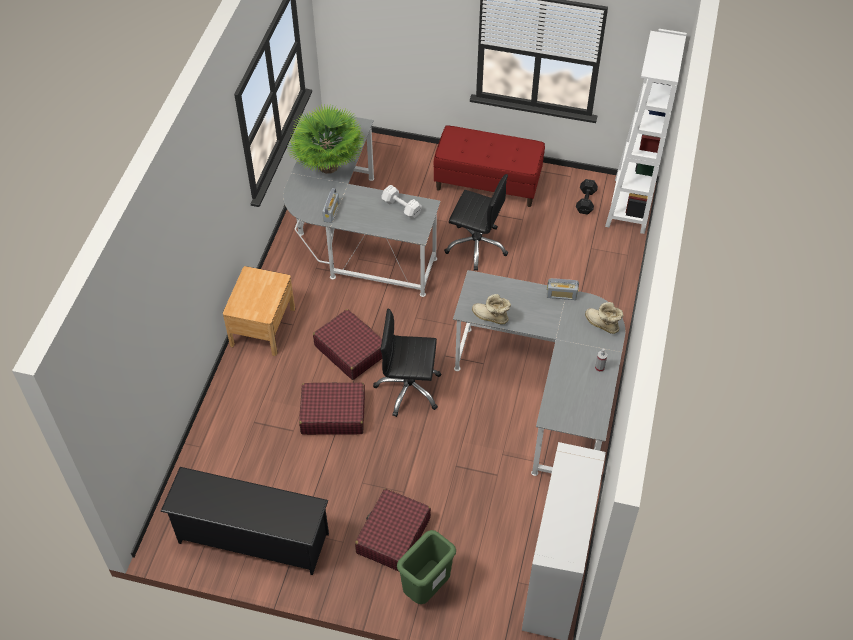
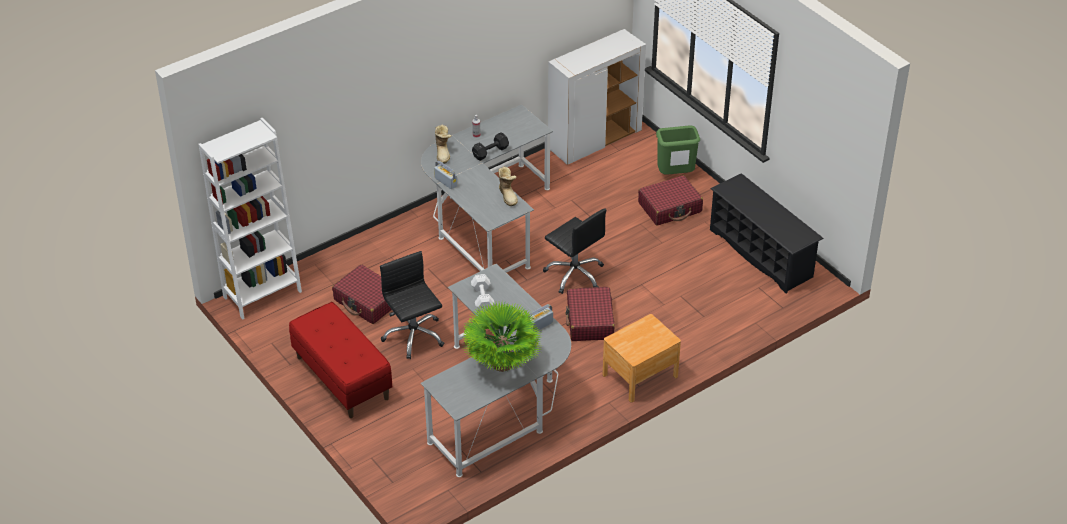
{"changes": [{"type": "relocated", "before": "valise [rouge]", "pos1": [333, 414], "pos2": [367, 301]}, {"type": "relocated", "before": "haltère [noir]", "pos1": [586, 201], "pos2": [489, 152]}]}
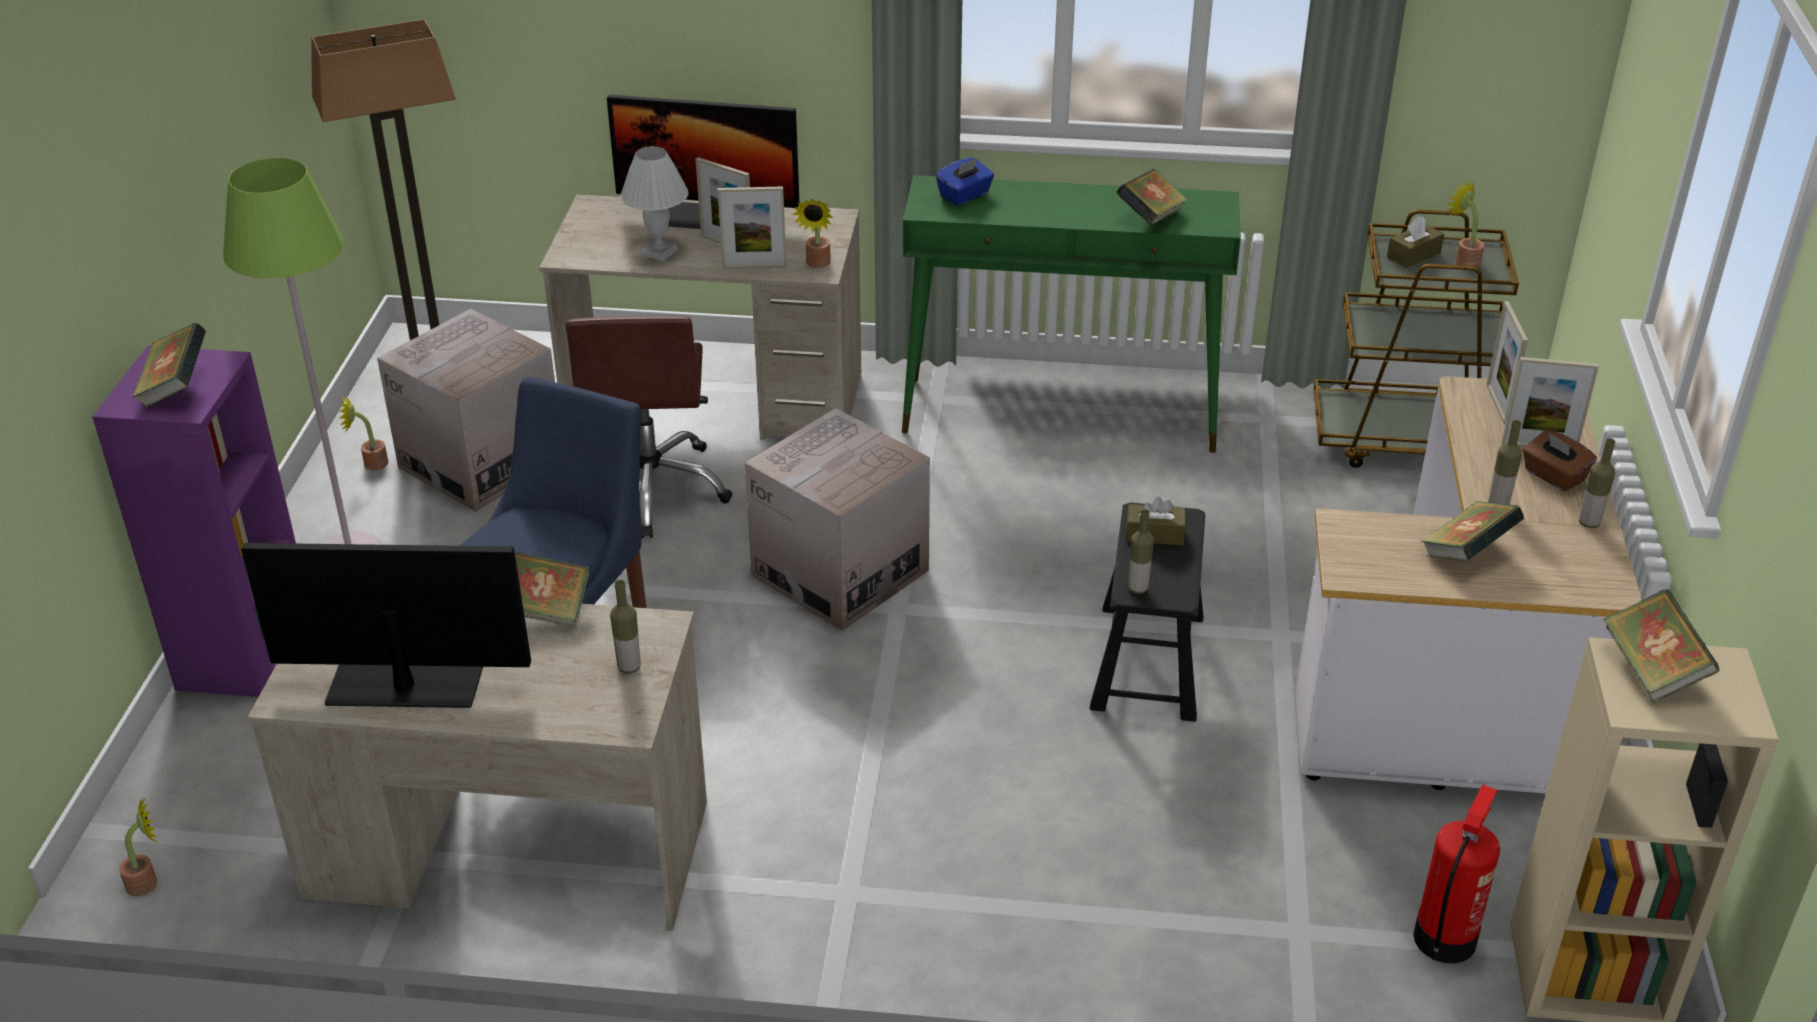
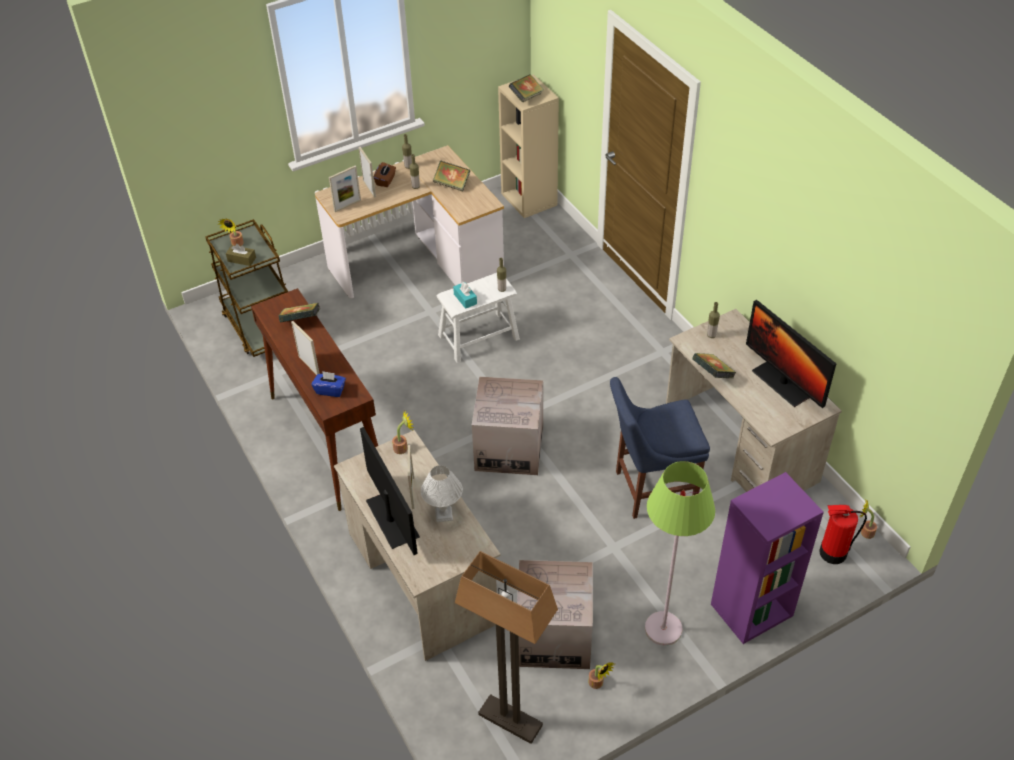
{"changes": [{"type": "missing", "before": "livre", "pos1": [176, 388]}, {"type": "missing", "before": "chaise de bureau [marron]", "pos1": [652, 488]}, {"type": "relocated", "before": "cadre photo", "pos1": [754, 267], "pos2": [309, 366]}, {"type": "colour", "before": "table console [vert]", "after": "table console [marron]", "pos1": [1061, 415], "pos2": [327, 440]}, {"type": "colour", "before": "tabouret [noir]", "after": "tabouret [blanc]", "pos1": [1147, 662], "pos2": [478, 337]}, {"type": "colour", "before": "boîte à mouchoirs [marron]", "after": "boîte à mouchoirs [turquoise]", "pos1": [1154, 534], "pos2": [465, 299]}, {"type": "relocated", "before": "extincteur", "pos1": [1445, 938], "pos2": [832, 553]}]}
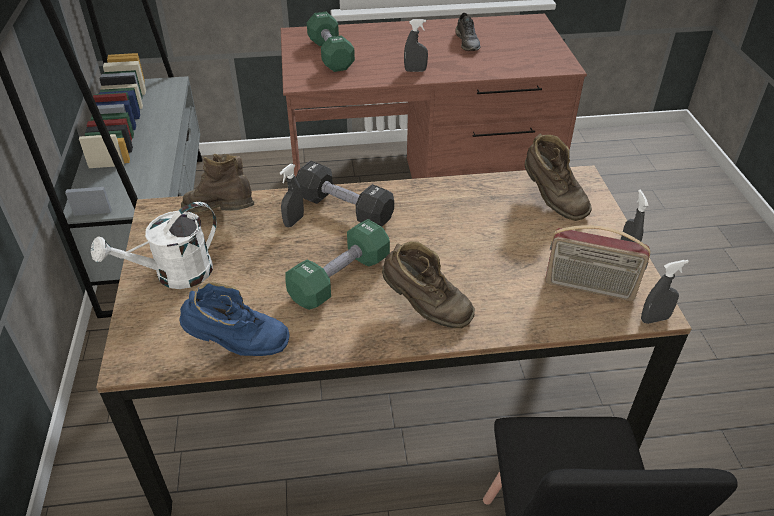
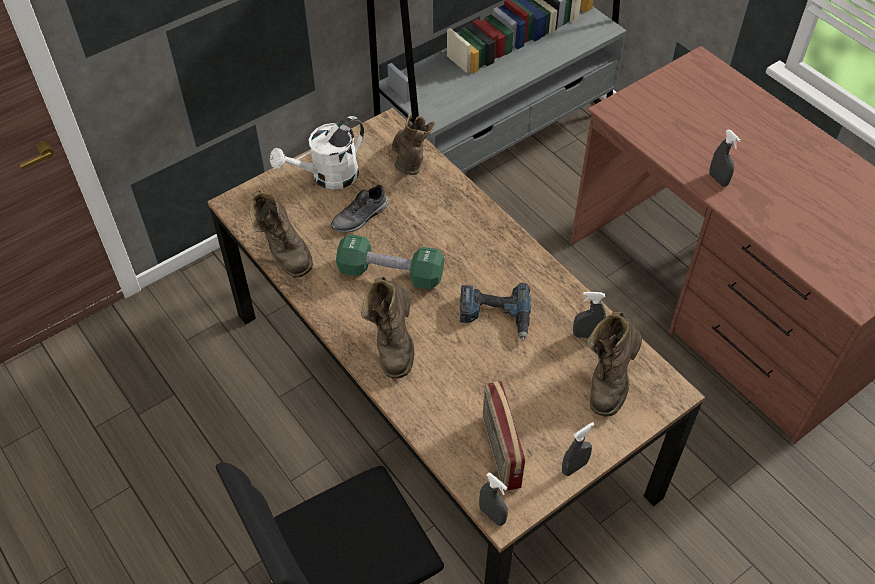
{"changes": [{"type": "spun", "before": "arrosoir [blanc]", "pos1": [174, 275], "pos2": [327, 177], "turn": -60}, {"type": "colour", "before": "botte [bleu]", "after": "botte [marron]", "pos1": [238, 346], "pos2": [284, 251]}, {"type": "relocated", "before": "vaporisateur [gris]", "pos1": [294, 221], "pos2": [586, 335]}, {"type": "missing", "before": "haltère [noir]", "pos1": [344, 209]}, {"type": "missing", "before": "haltère [vert]", "pos1": [330, 55]}, {"type": "relocated", "before": "chaussure [gris]", "pos1": [468, 42], "pos2": [361, 217]}, {"type": "appeared", "after": "perceuse", "pos2": [495, 315]}]}
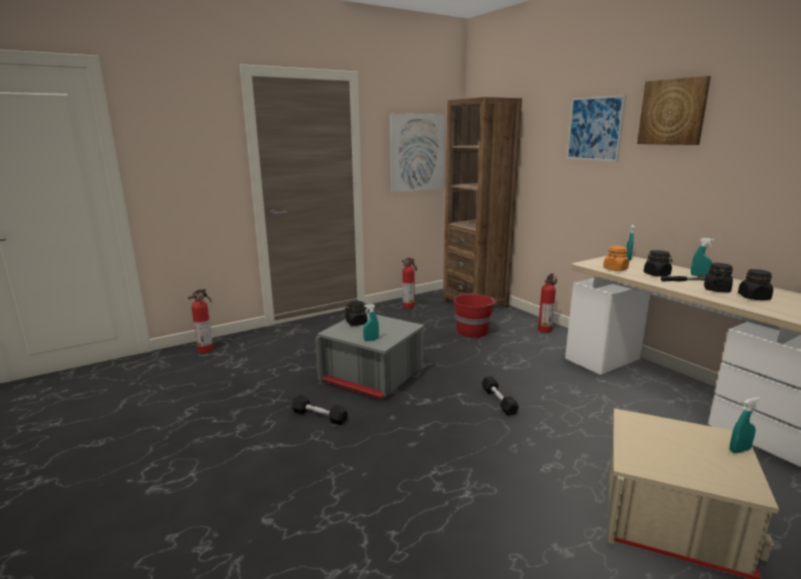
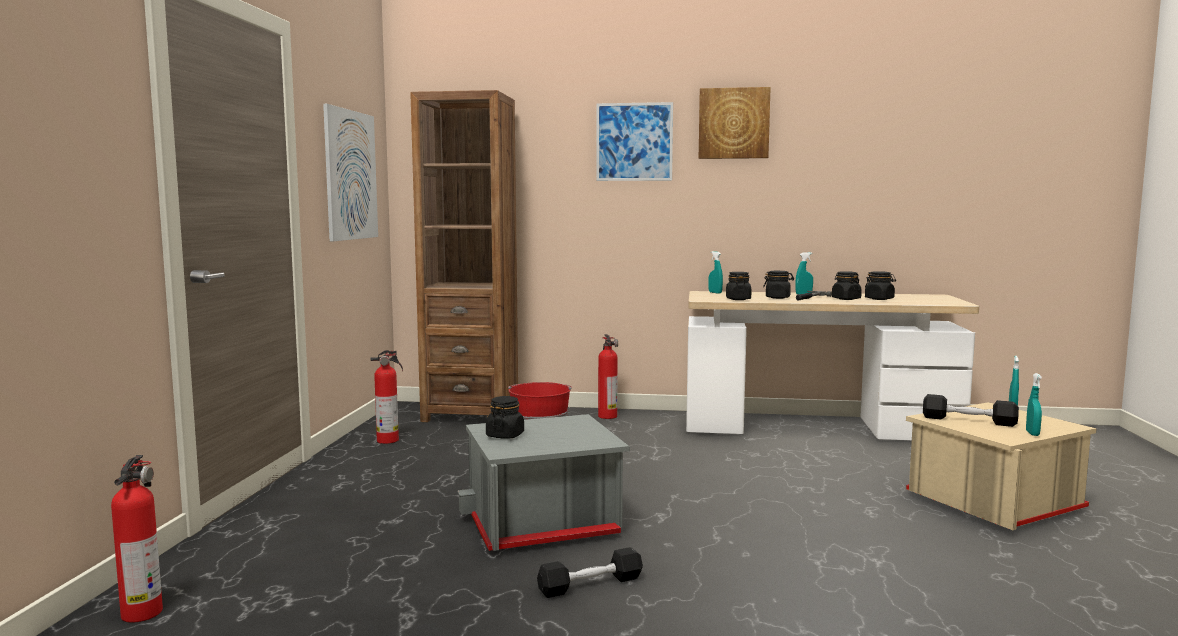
{"changes": [{"type": "relocated", "before": "vaporisateur [turquoise]", "pos1": [371, 340], "pos2": [1032, 433]}, {"type": "relocated", "before": "haltère [noir]", "pos1": [499, 401], "pos2": [968, 420]}, {"type": "colour", "before": "bocal [orange]", "after": "bocal [noir]", "pos1": [615, 269], "pos2": [738, 299]}]}
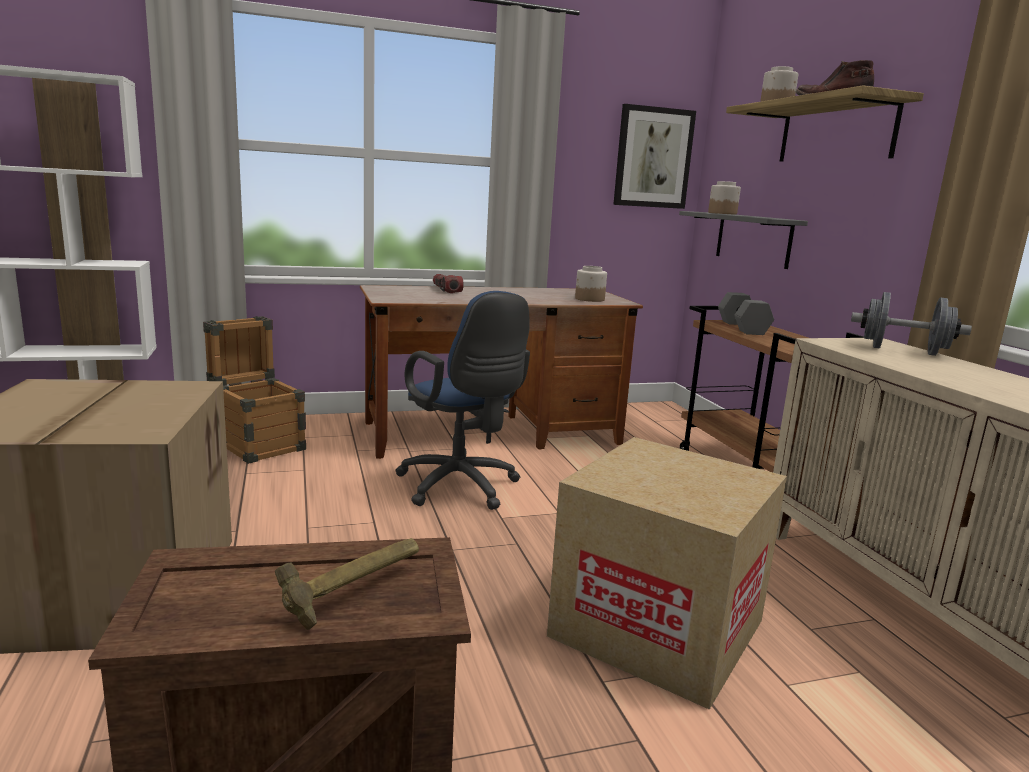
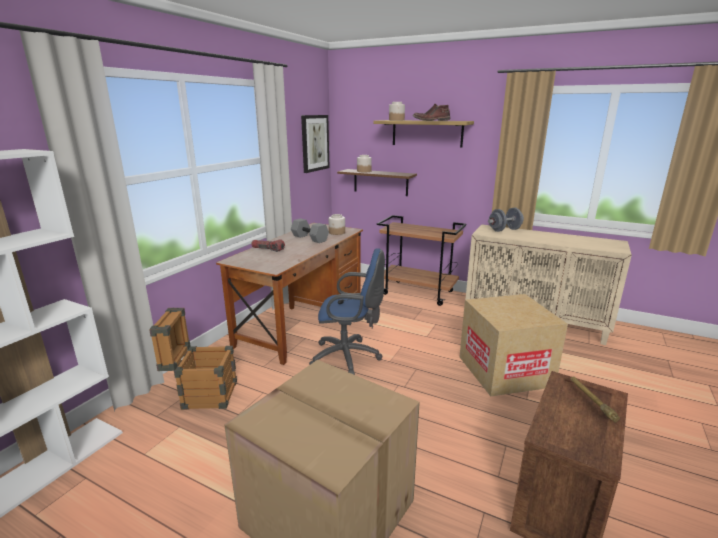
{"changes": [{"type": "colour", "before": "étagère [gris]", "after": "étagère [marron]", "pos1": [753, 239], "pos2": [380, 182]}, {"type": "relocated", "before": "haltère [gris]", "pos1": [741, 327], "pos2": [309, 238]}]}
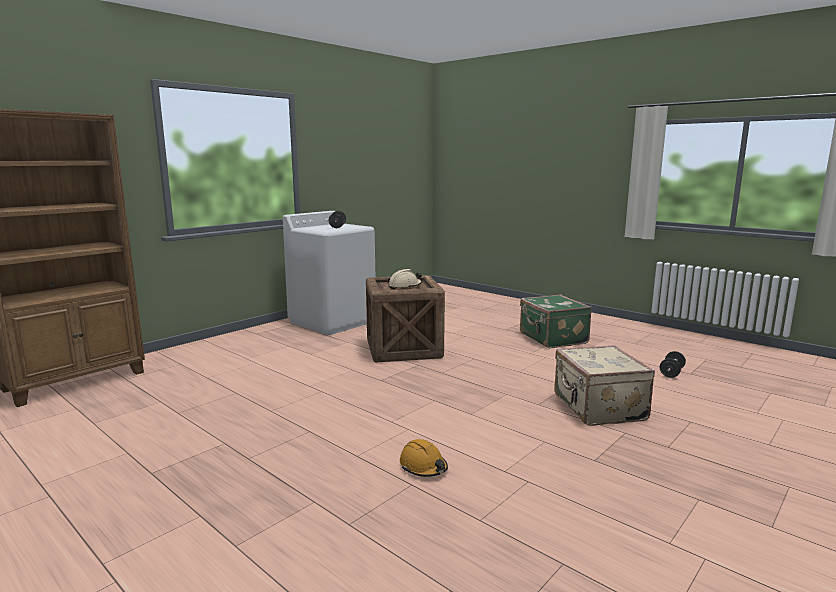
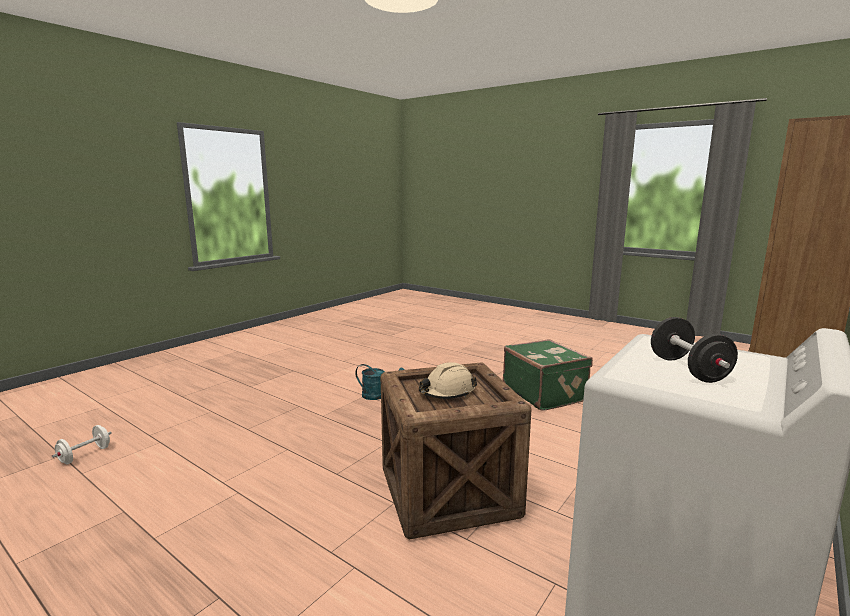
{"changes": [{"type": "missing", "before": "casque de chantier [orange]", "pos1": [423, 467]}, {"type": "relocated", "before": "valise [vert]", "pos1": [552, 338], "pos2": [544, 393]}, {"type": "missing", "before": "valise [beige]", "pos1": [597, 408]}, {"type": "colour", "before": "haltère [noir]", "after": "haltère [blanc]", "pos1": [671, 373], "pos2": [85, 455]}, {"type": "appeared", "after": "arrosoir [turquoise]", "pos2": [378, 395]}]}
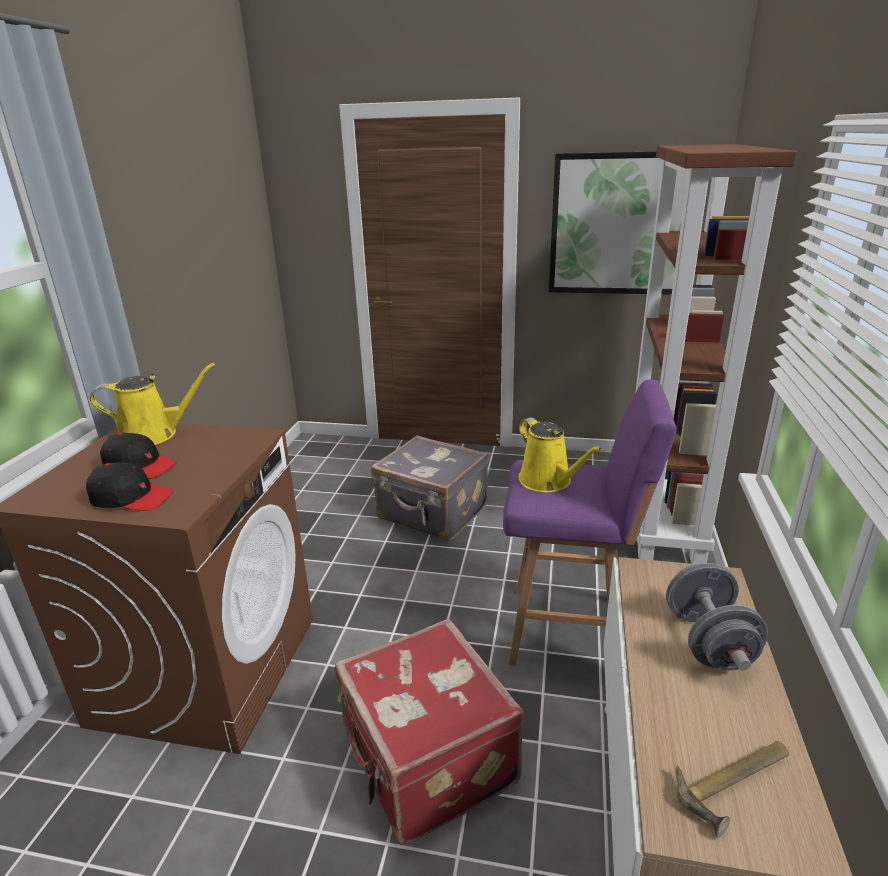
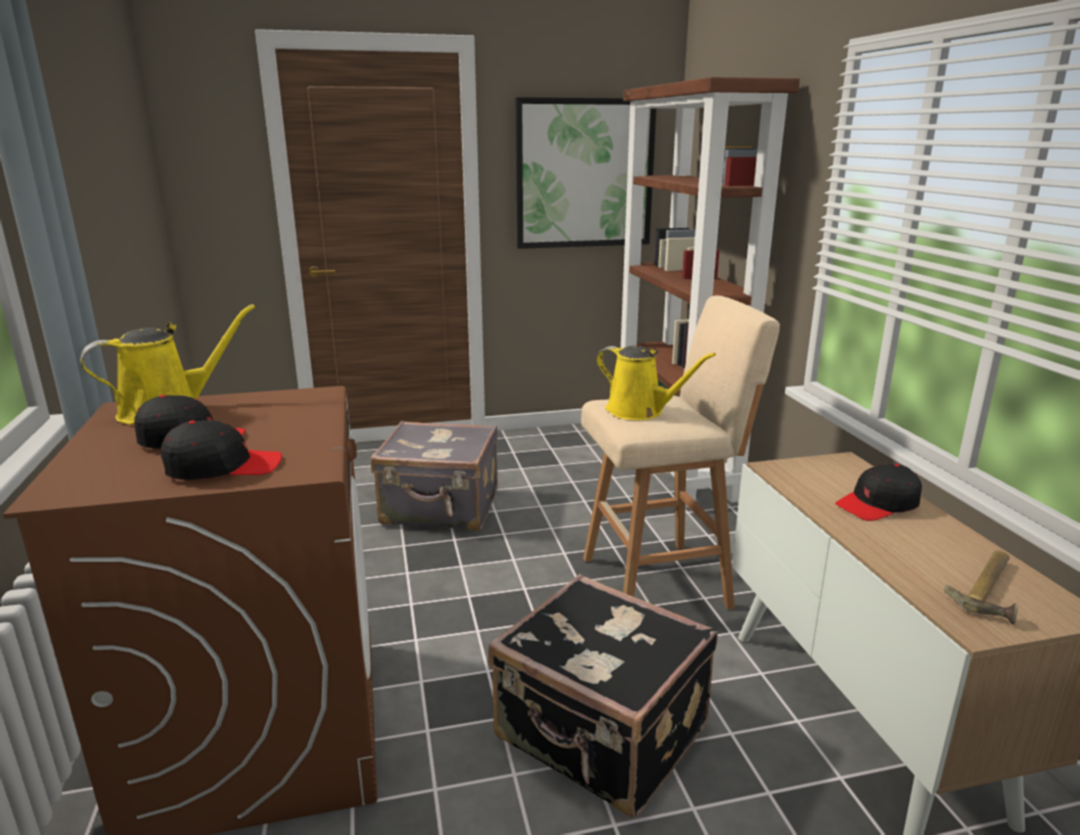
{"changes": [{"type": "colour", "before": "valise [rouge]", "after": "valise [noir]", "pos1": [426, 761], "pos2": [601, 736]}, {"type": "colour", "before": "tabouret [violet]", "after": "tabouret [beige]", "pos1": [570, 630], "pos2": [660, 581]}, {"type": "exchanged", "before": "haltère [gris]", "after": "casquette [noir]", "pos1": [708, 641], "pos2": [878, 504]}]}
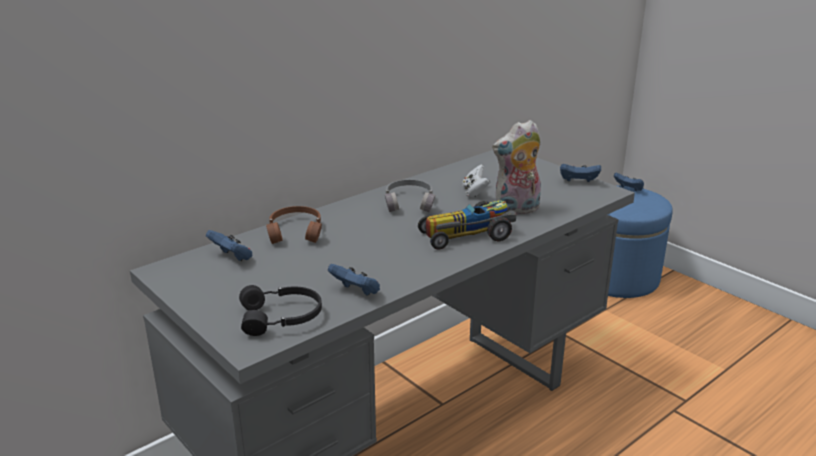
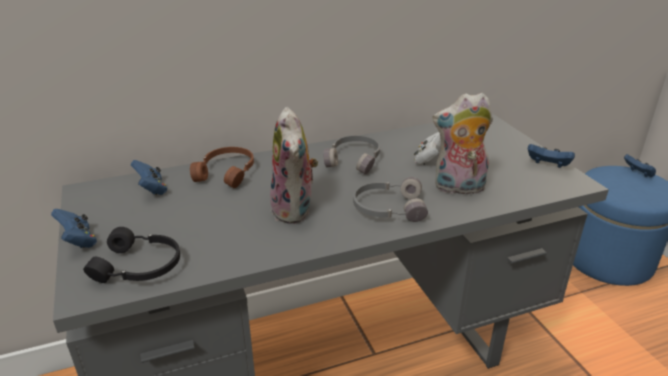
{"changes": [{"type": "relocated", "before": "manette [bleu]", "pos1": [356, 292], "pos2": [78, 241]}, {"type": "exchanged", "before": "petite voiture", "after": "casque audio [gris]", "pos1": [468, 235], "pos2": [388, 208]}, {"type": "appeared", "after": "peluche", "pos2": [295, 210]}]}
